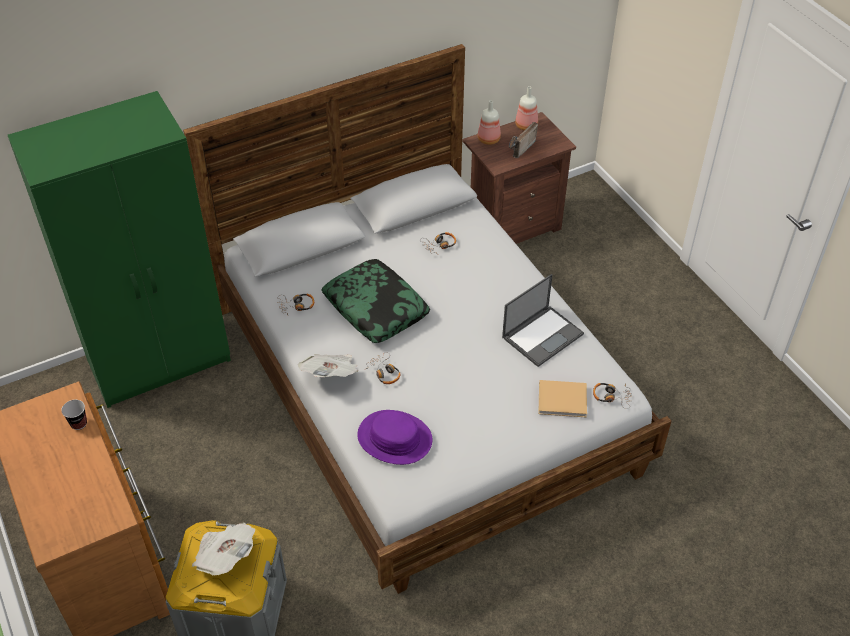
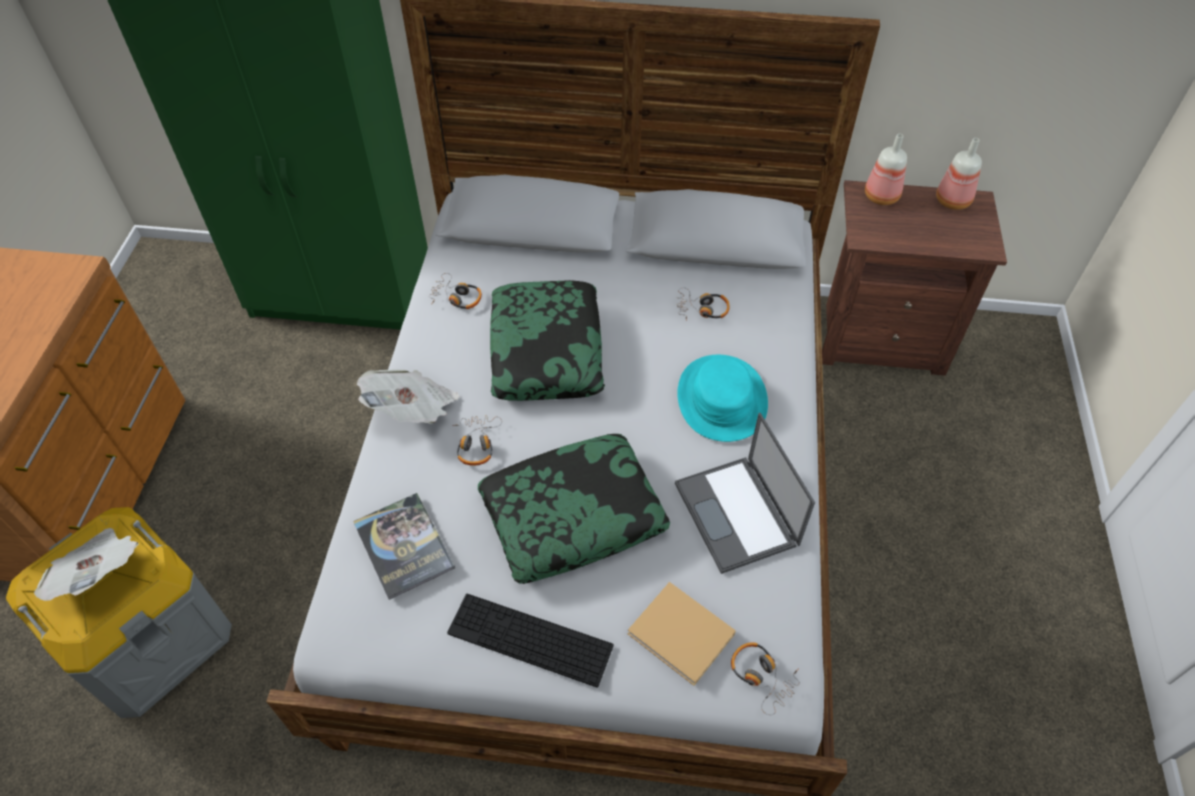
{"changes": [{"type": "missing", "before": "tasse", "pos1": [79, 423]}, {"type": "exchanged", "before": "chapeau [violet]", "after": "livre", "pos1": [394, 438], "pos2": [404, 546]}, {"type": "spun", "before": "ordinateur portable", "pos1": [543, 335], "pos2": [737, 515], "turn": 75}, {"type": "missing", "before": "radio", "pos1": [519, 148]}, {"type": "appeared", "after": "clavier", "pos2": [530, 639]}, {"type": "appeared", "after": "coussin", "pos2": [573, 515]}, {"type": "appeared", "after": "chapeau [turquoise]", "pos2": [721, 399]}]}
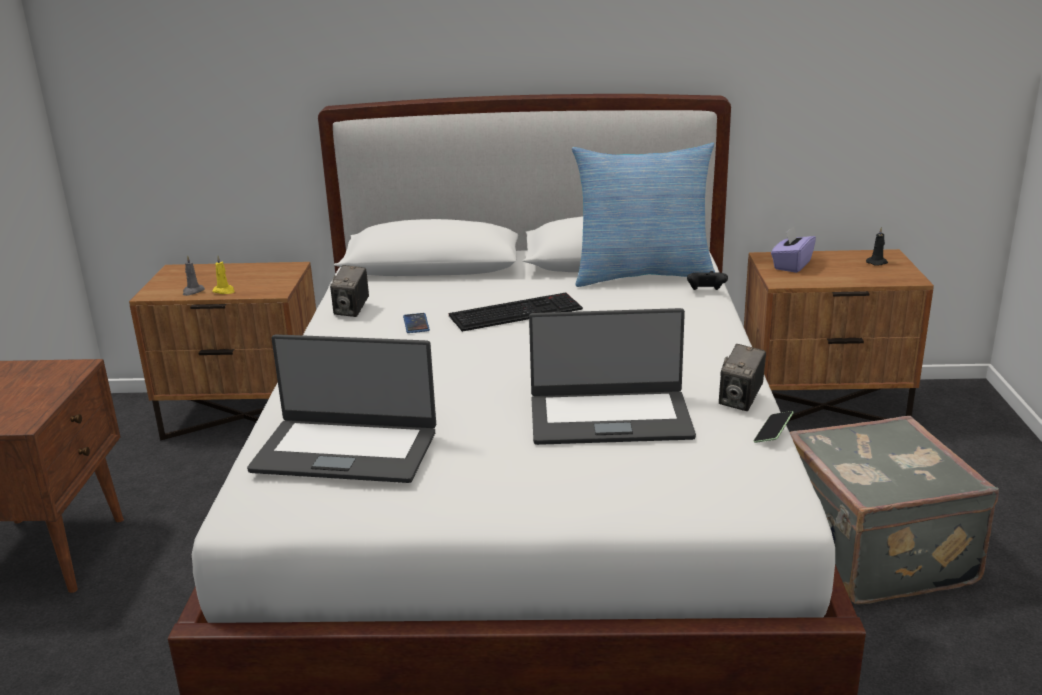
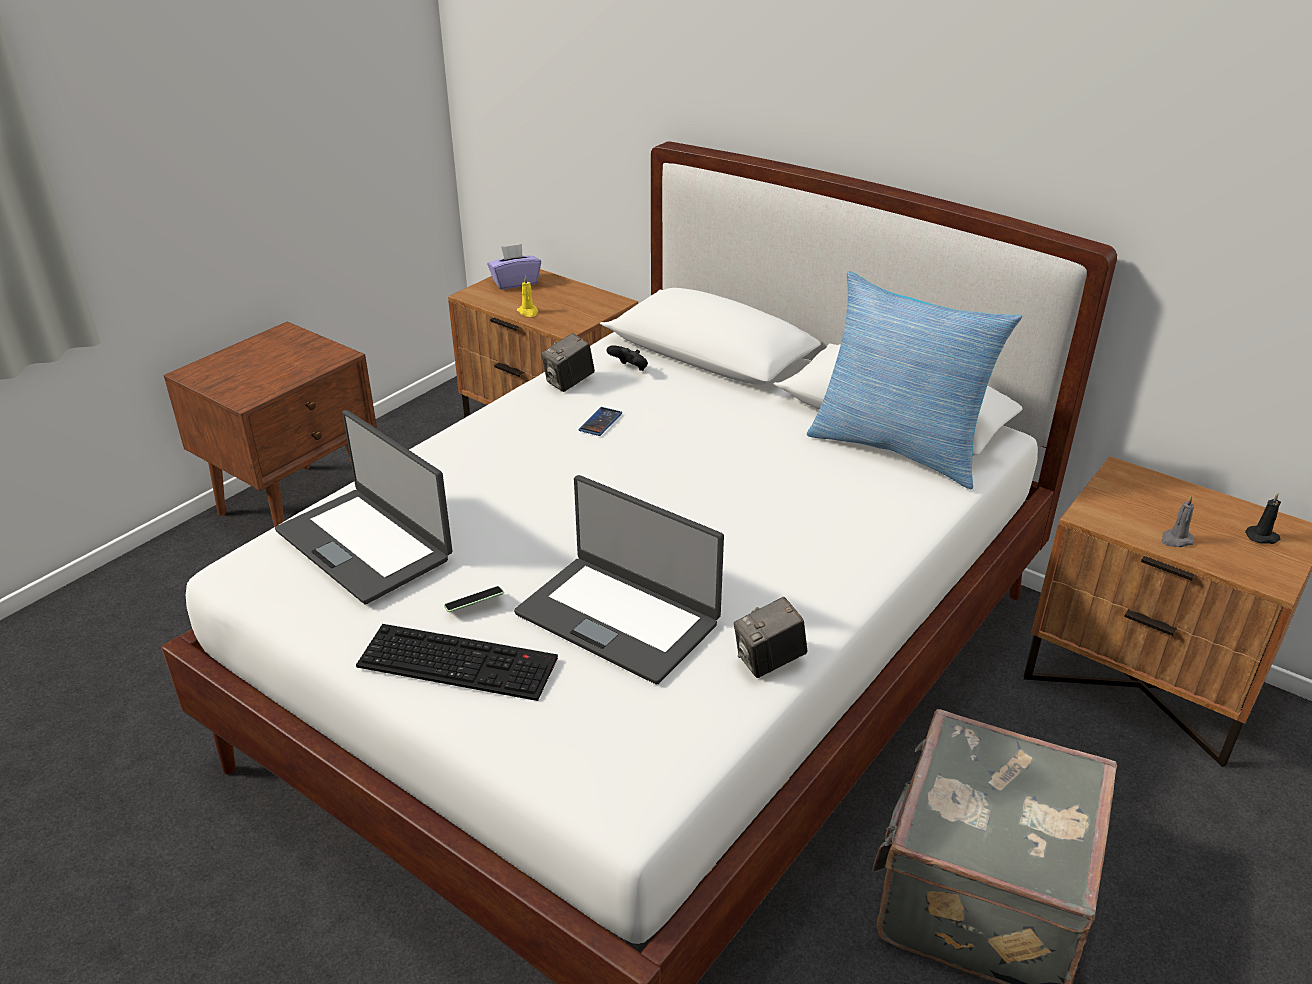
{"changes": [{"type": "relocated", "before": "bougie [gris]", "pos1": [193, 291], "pos2": [1176, 540]}, {"type": "relocated", "before": "clavier", "pos1": [516, 312], "pos2": [461, 661]}, {"type": "relocated", "before": "manette [noir]", "pos1": [706, 292], "pos2": [629, 369]}, {"type": "relocated", "before": "téléphone", "pos1": [773, 434], "pos2": [474, 605]}, {"type": "relocated", "before": "boîte à mouchoirs [violet]", "pos1": [791, 265], "pos2": [515, 282]}]}
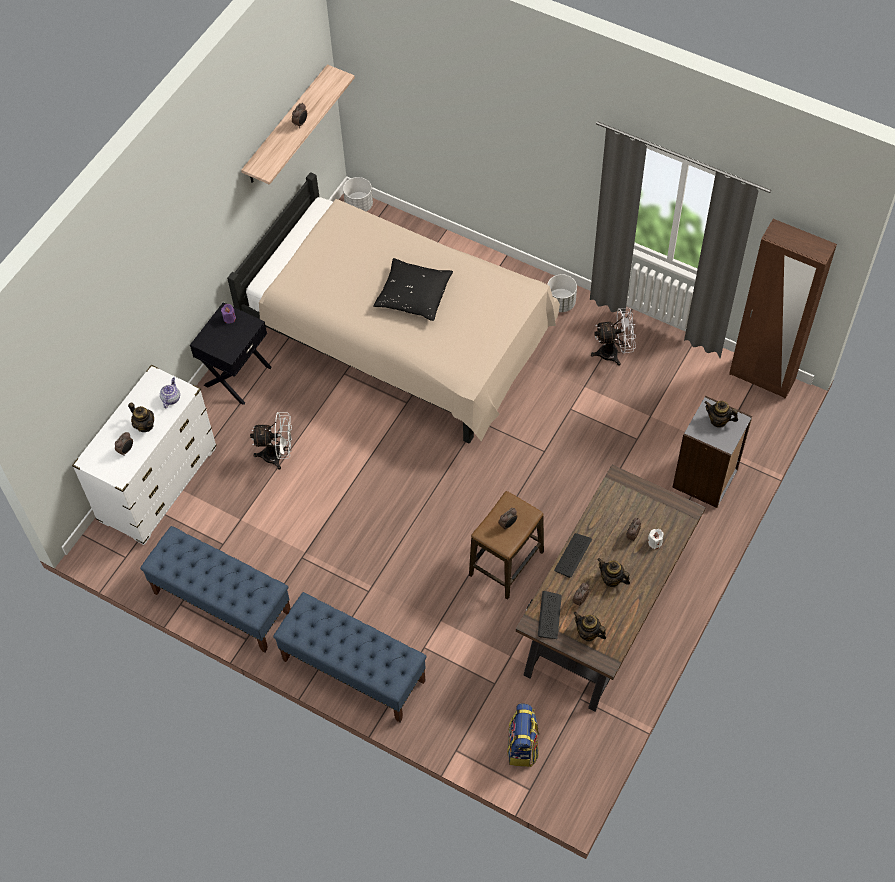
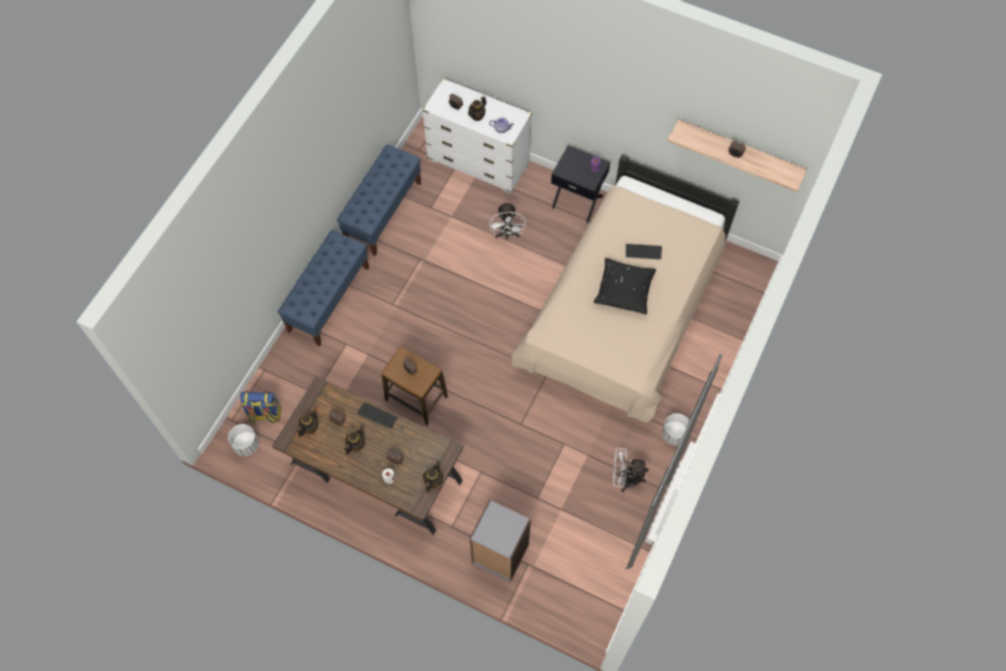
{"changes": [{"type": "relocated", "before": "cache-pot [blanc]", "pos1": [359, 205], "pos2": [246, 445]}, {"type": "relocated", "before": "clavier", "pos1": [549, 615], "pos2": [643, 252]}, {"type": "spun", "before": "ventilateur [blanc]", "pos1": [614, 353], "pos2": [625, 479], "turn": 105}, {"type": "relocated", "before": "théière", "pos1": [718, 420], "pos2": [433, 481]}, {"type": "missing", "before": "armoire [marron]", "pos1": [761, 378]}]}
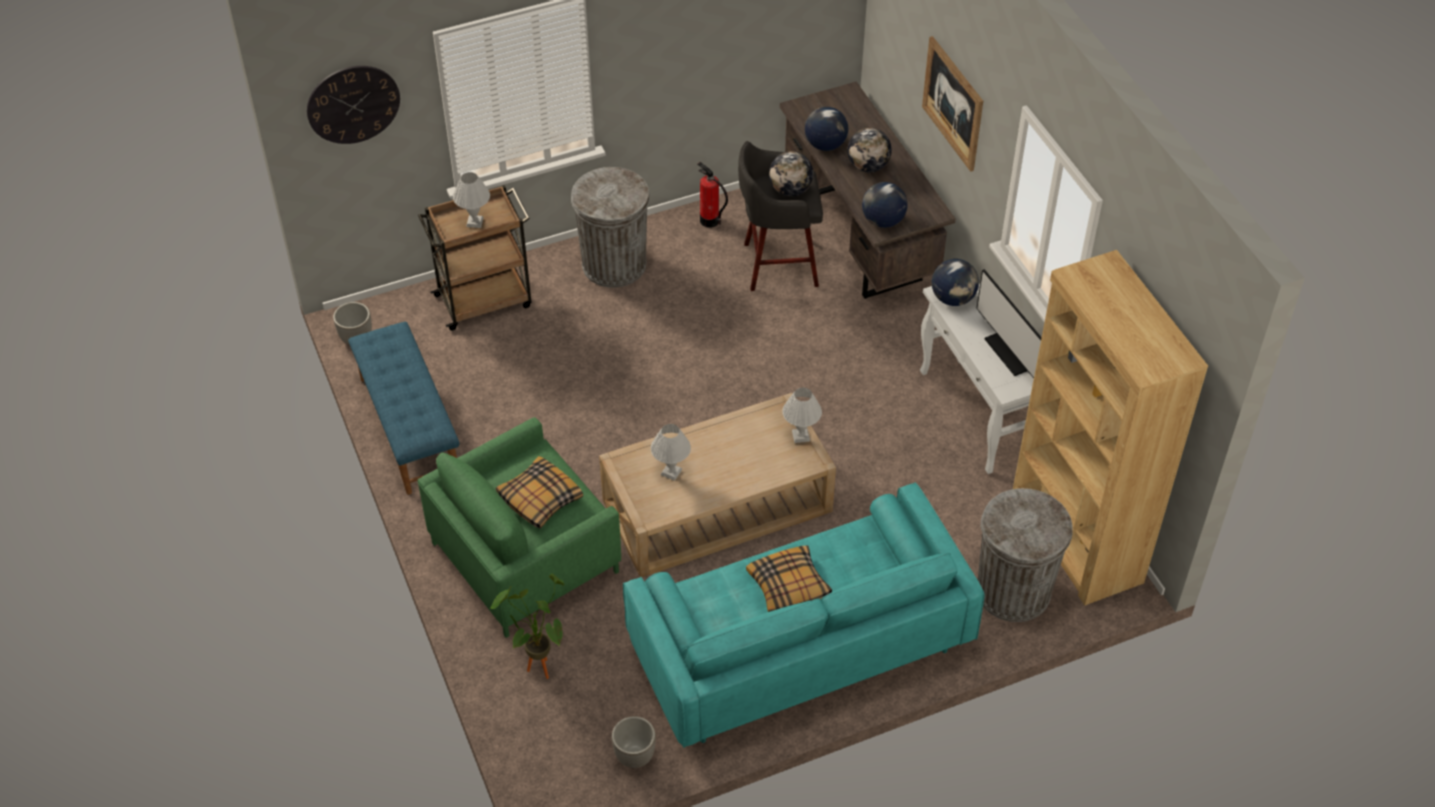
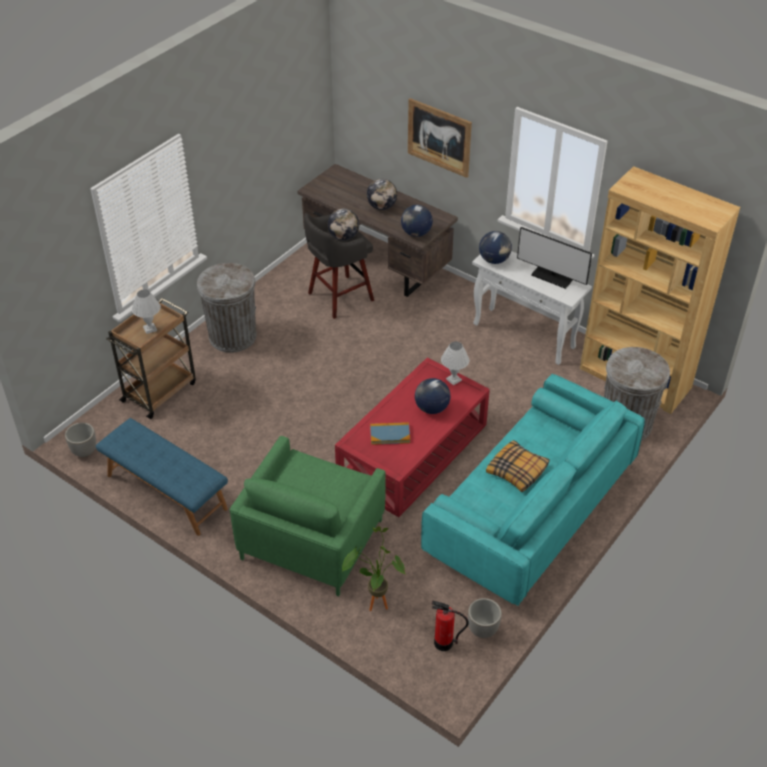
{"changes": [{"type": "missing", "before": "horloge murale", "pos1": [353, 104]}, {"type": "missing", "before": "coussin", "pos1": [539, 499]}, {"type": "colour", "before": "table basse [beige]", "after": "table basse [rouge]", "pos1": [717, 507], "pos2": [413, 452]}, {"type": "exchanged", "before": "lampe de table [blanc]", "after": "livre", "pos1": [671, 471], "pos2": [390, 434]}, {"type": "relocated", "before": "extincteur", "pos1": [709, 221], "pos2": [443, 643]}, {"type": "relocated", "before": "globe", "pos1": [825, 144], "pos2": [431, 408]}]}
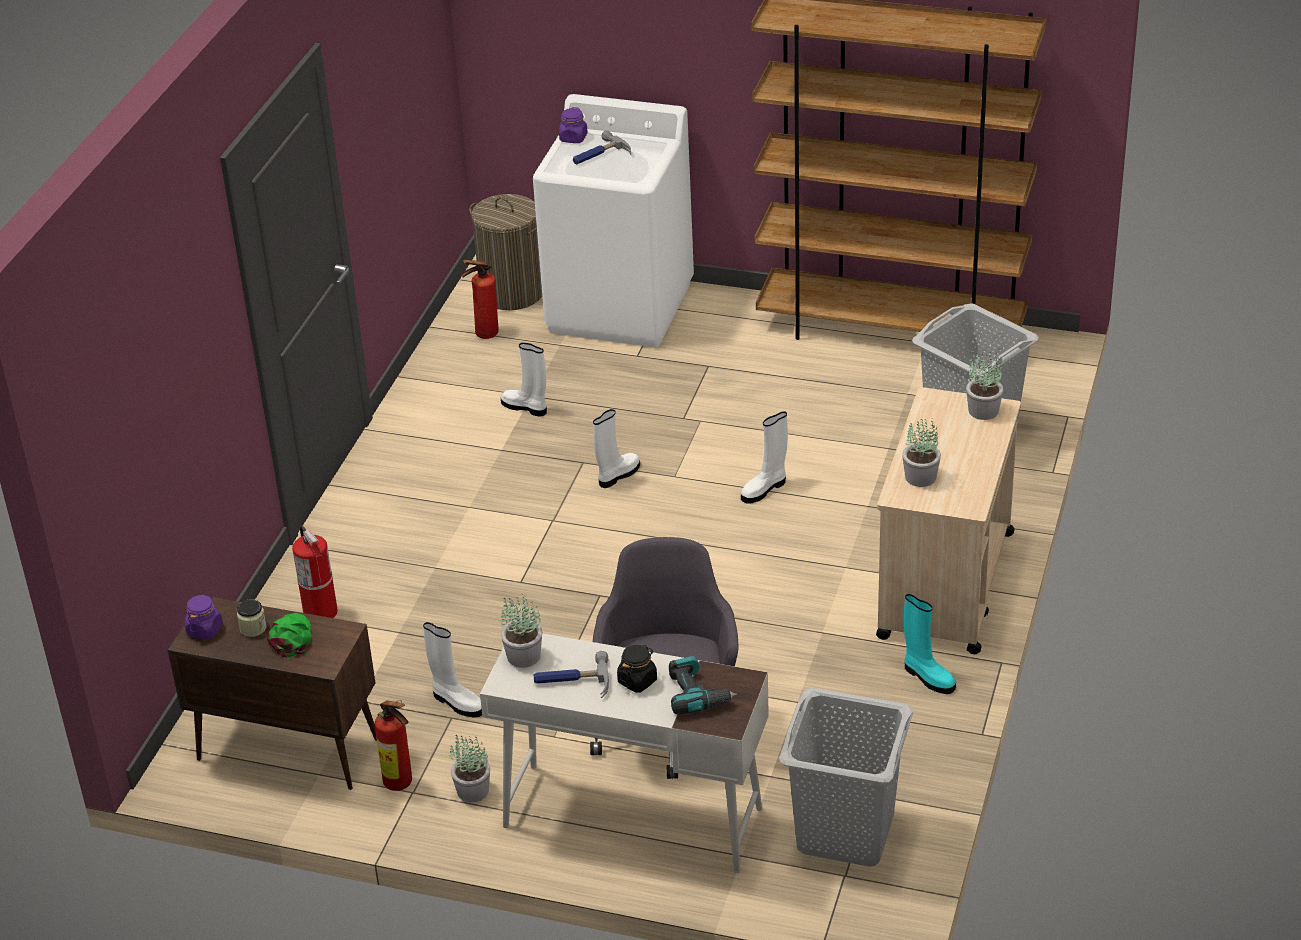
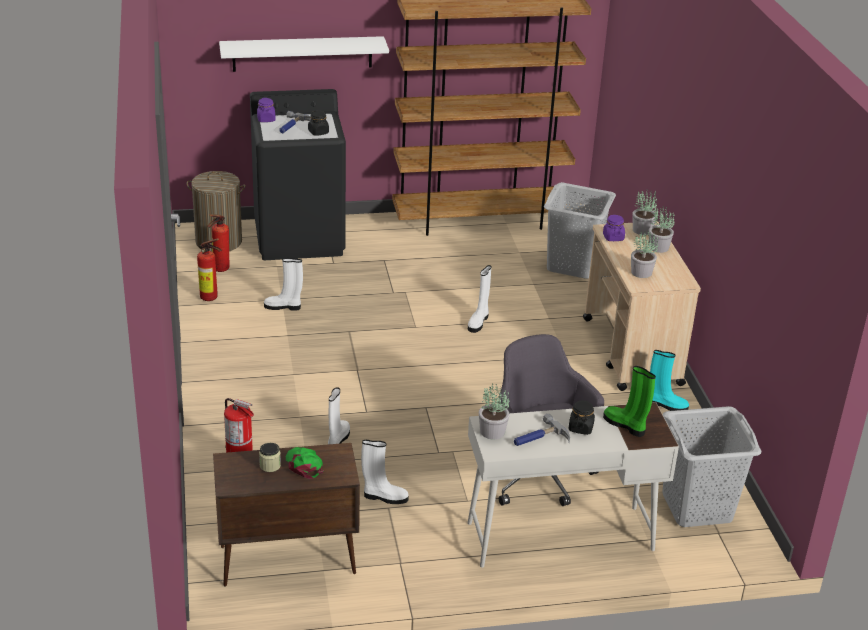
{"changes": [{"type": "relocated", "before": "bocal [violet]", "pos1": [205, 629], "pos2": [613, 237]}, {"type": "relocated", "before": "extincteur", "pos1": [401, 784], "pos2": [211, 298]}, {"type": "relocated", "before": "plante en pot", "pos1": [472, 791], "pos2": [658, 247]}, {"type": "colour", "before": "lave-linge [blanc]", "after": "lave-linge [noir]", "pos1": [621, 307], "pos2": [299, 237]}, {"type": "relocated", "before": "botte [blanc]", "pos1": [618, 475], "pos2": [338, 439]}, {"type": "exchanged", "before": "perceuse", "after": "botte [vert]", "pos1": [697, 693], "pos2": [625, 425]}, {"type": "appeared", "after": "étagère [blanc]", "pos2": [302, 53]}, {"type": "appeared", "after": "bocal [noir]", "pos2": [318, 132]}]}
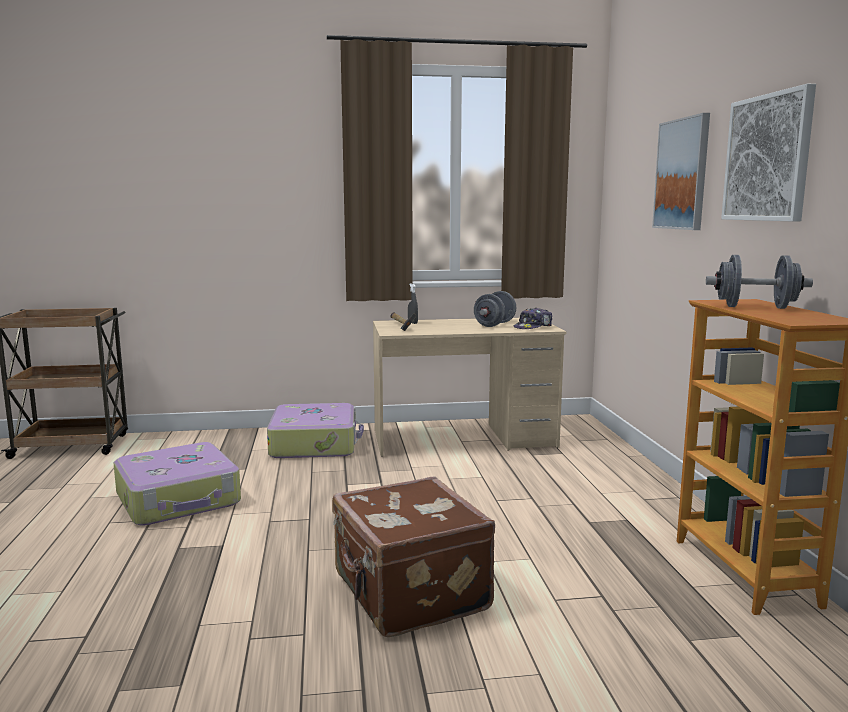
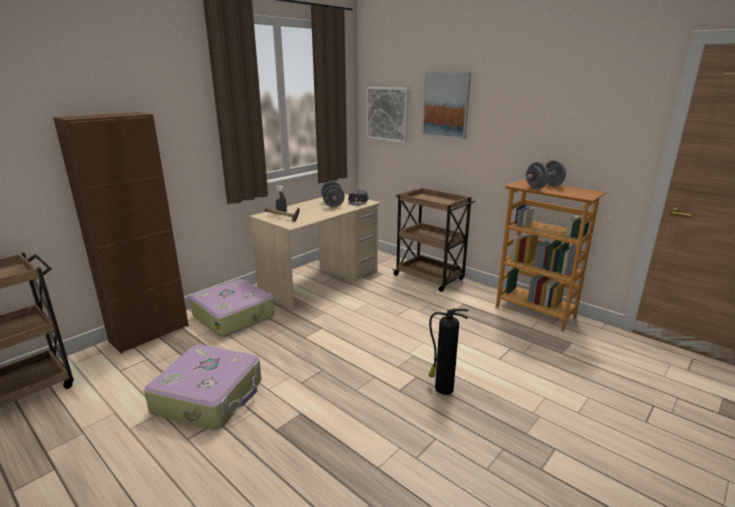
{"changes": [{"type": "exchanged", "before": "valise [marron]", "after": "extincteur", "pos1": [408, 593], "pos2": [442, 388]}, {"type": "relocated", "before": "tableau", "pos1": [768, 158], "pos2": [387, 114]}, {"type": "appeared", "after": "meuble de rangement [marron]", "pos2": [149, 333]}, {"type": "appeared", "after": "chariot [marron]", "pos2": [430, 278]}]}
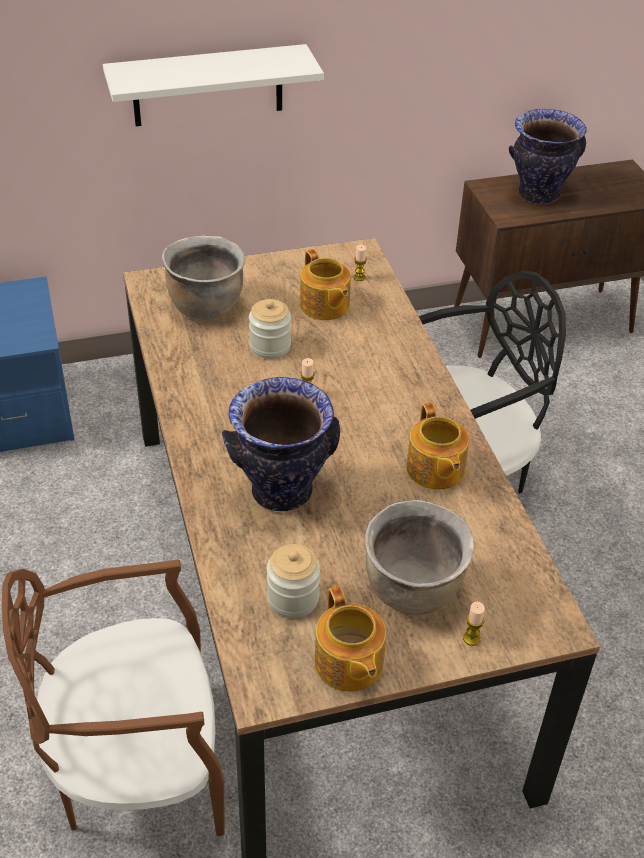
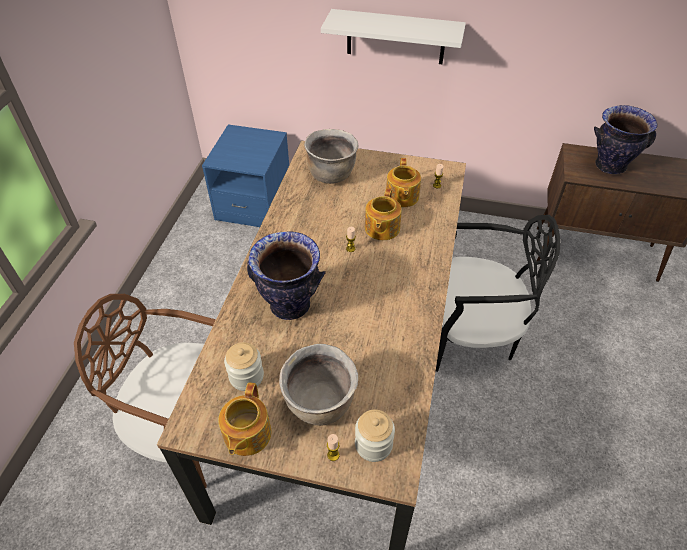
{"changes": [{"type": "relocated", "before": "bocal", "pos1": [270, 346], "pos2": [373, 444]}, {"type": "relocated", "before": "théière", "pos1": [435, 470], "pos2": [381, 228]}]}
